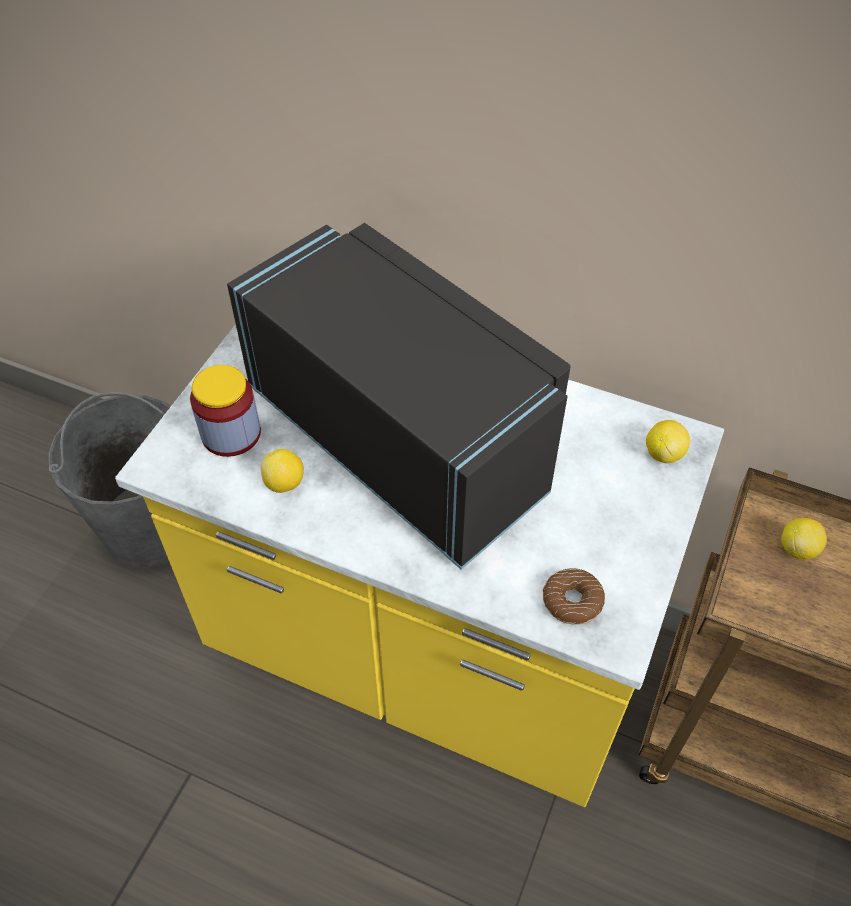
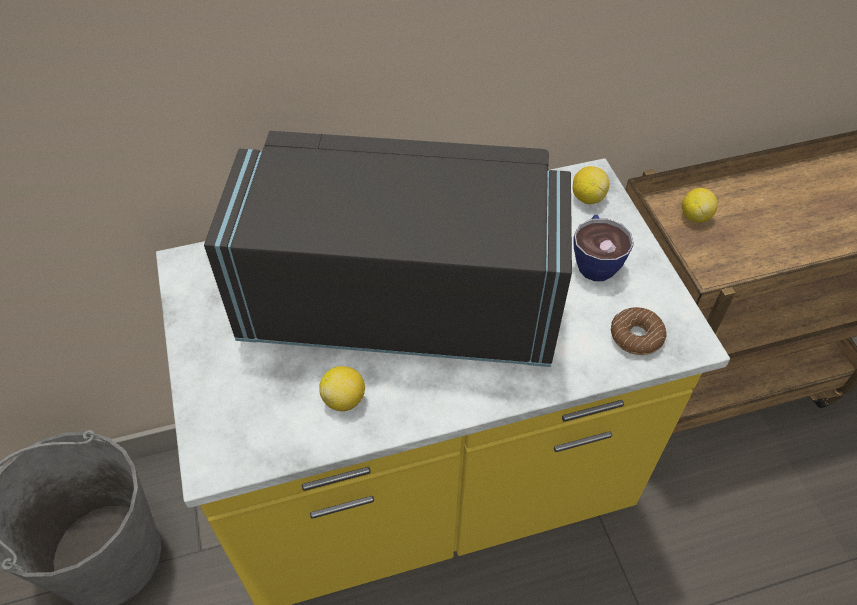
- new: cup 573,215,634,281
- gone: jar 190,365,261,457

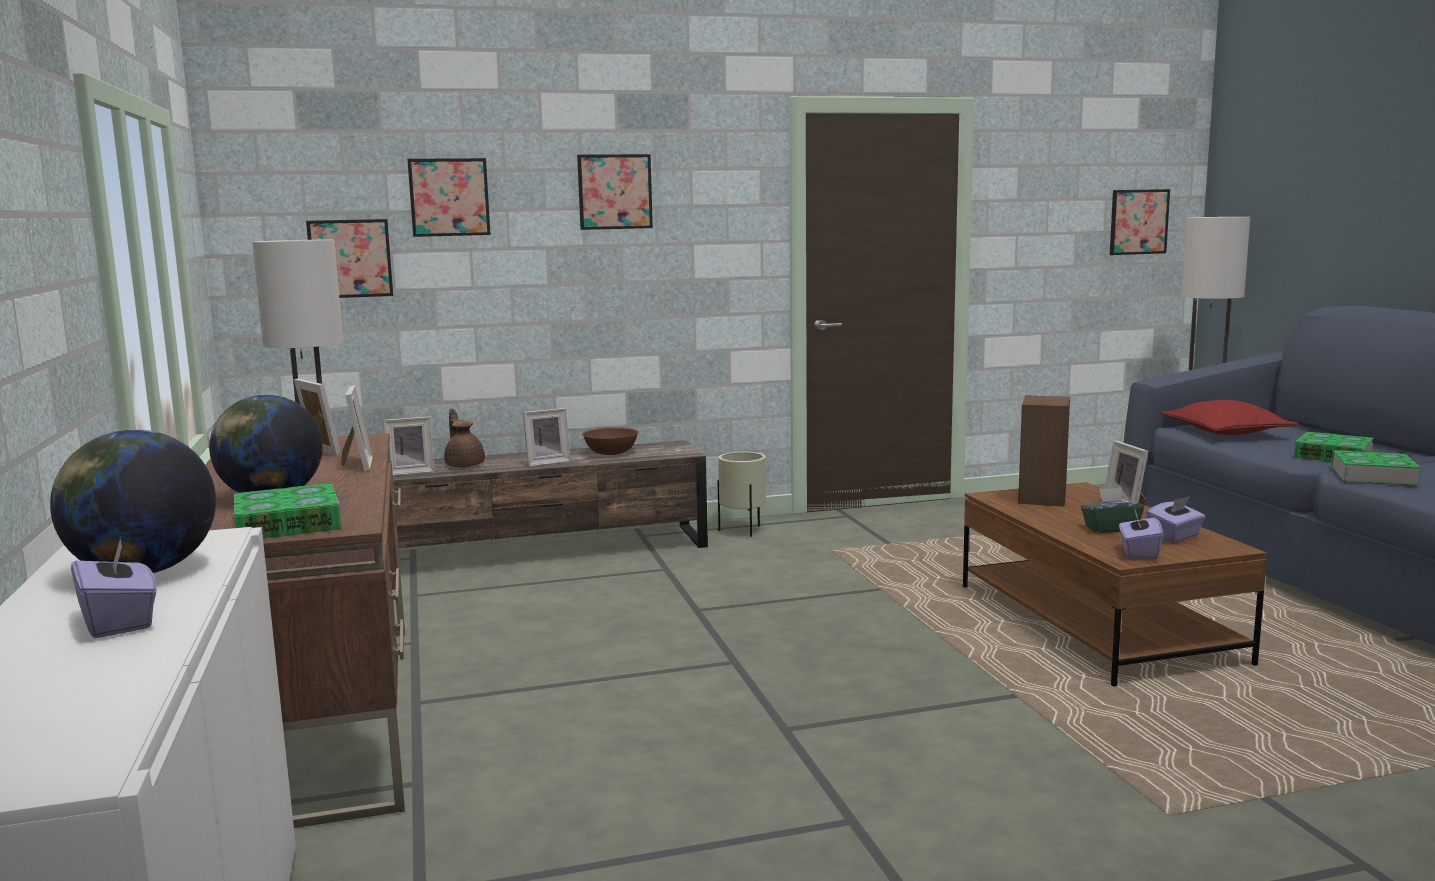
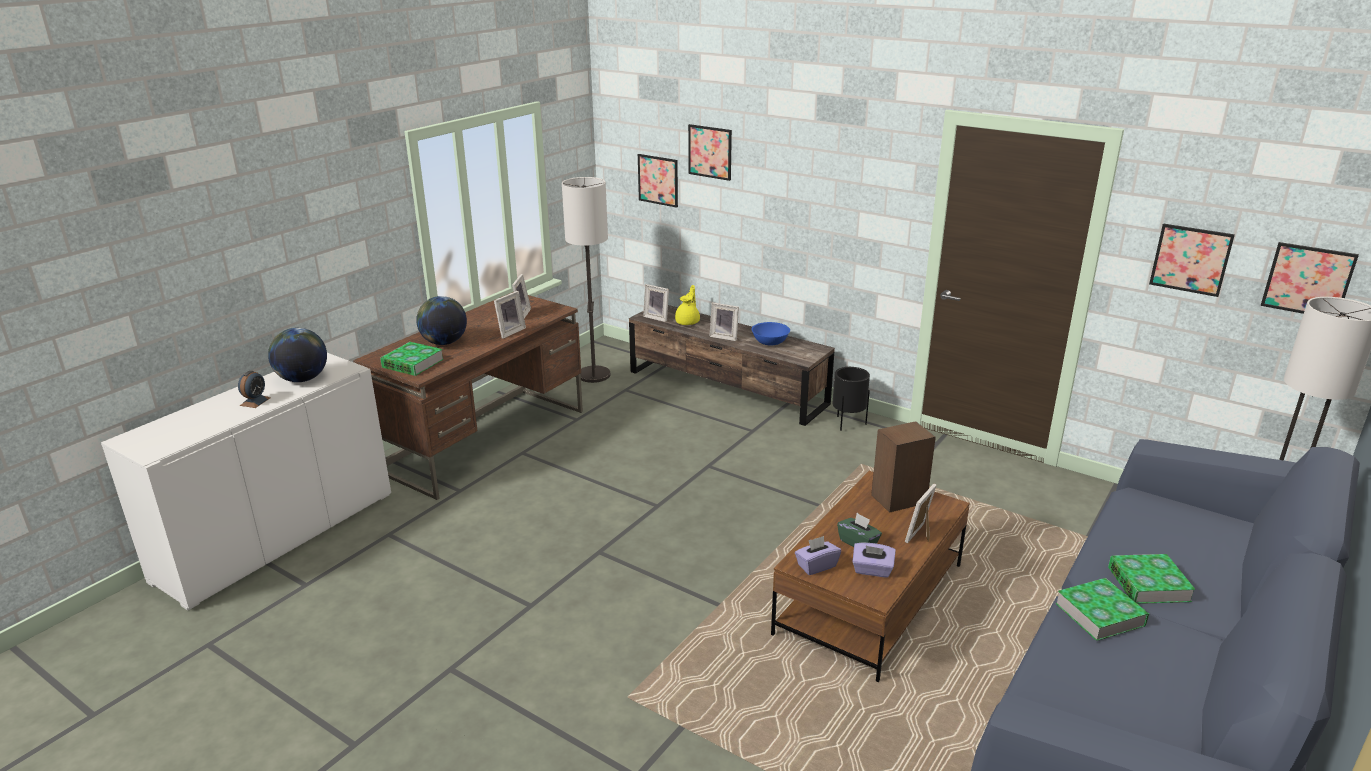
- swapped: purple tissue box 71,538,156,638 to alarm clock 238,371,271,408
- repainted: brown teapot 444,409,485,468 to yellow teapot 675,285,700,325
- repainted: brown bowl 582,427,639,455 to blue bowl 751,322,790,346
- repainted: beige planter 717,452,766,537 to black planter 833,367,870,431
- shifted: picture 577,154,653,230 to 1149,223,1235,297
- gone: red pillow 1161,400,1298,435

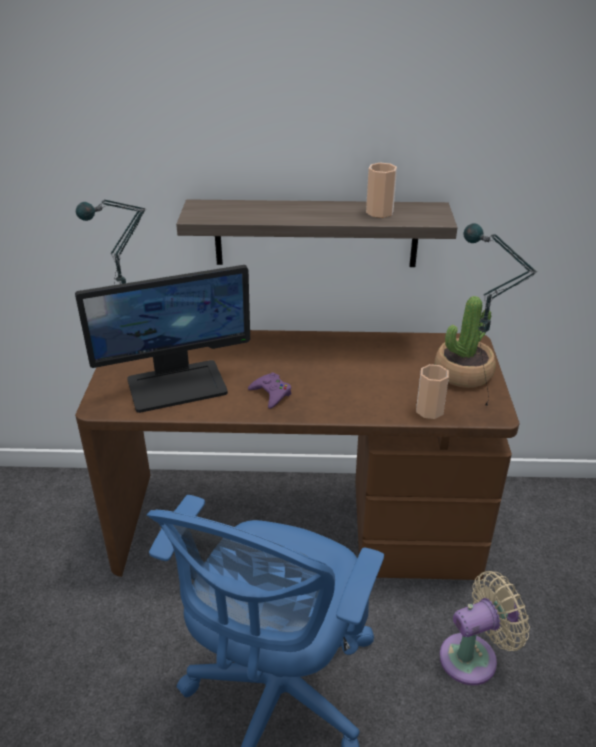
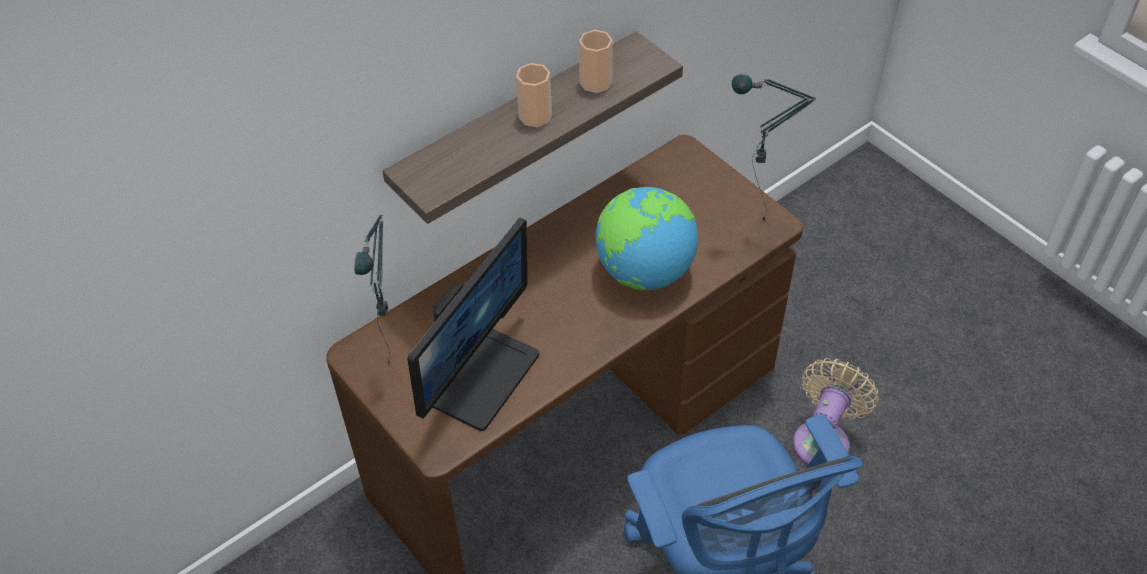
- shifted: cup 416,364,449,419 to 516,63,552,127
- new: globe 596,187,698,290
- gone: purple game controller 248,372,291,409
- gone: potted plant 435,296,496,388

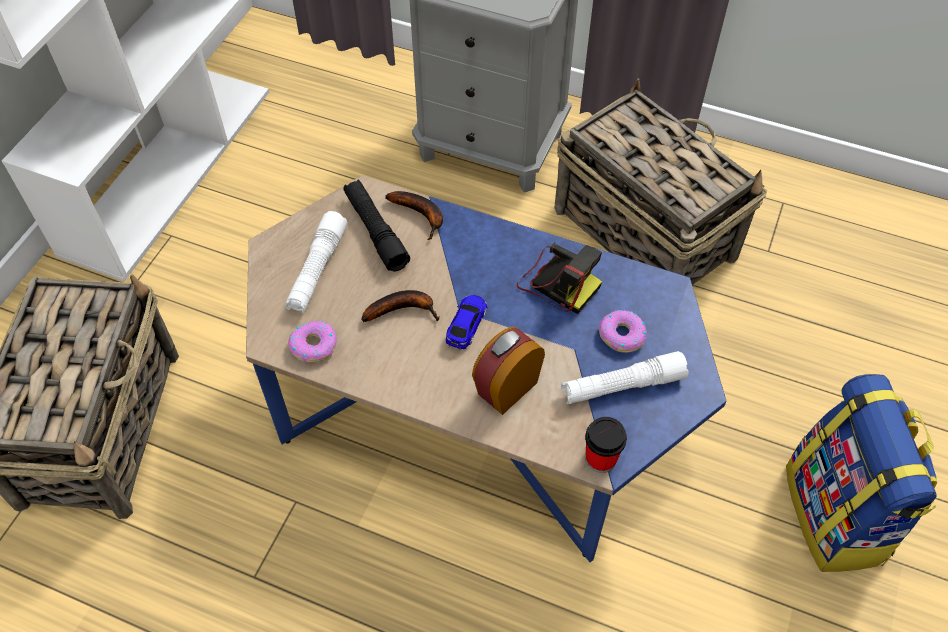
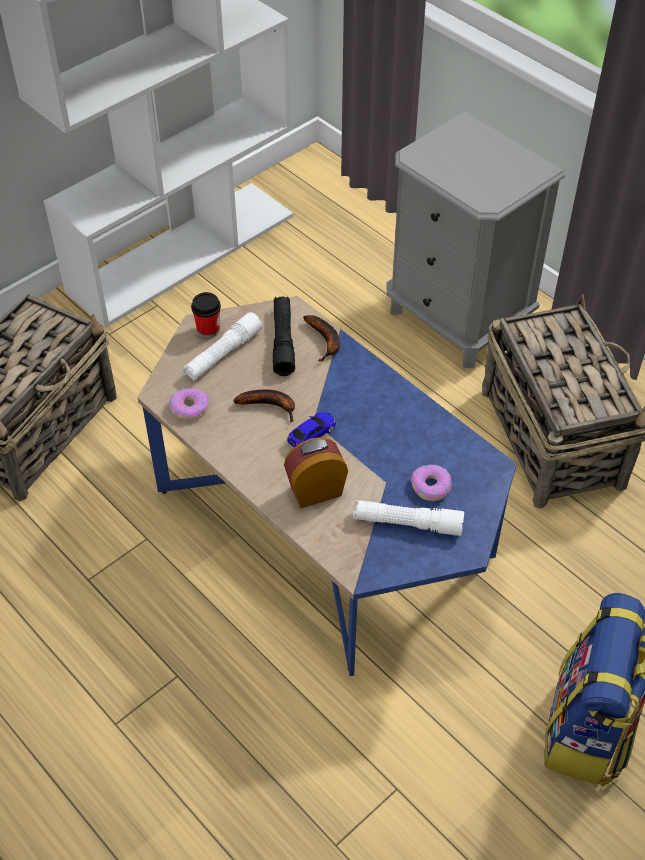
- shifted: cup 585,417,627,473 to 191,292,221,338
- gone: photo camera 517,242,602,314

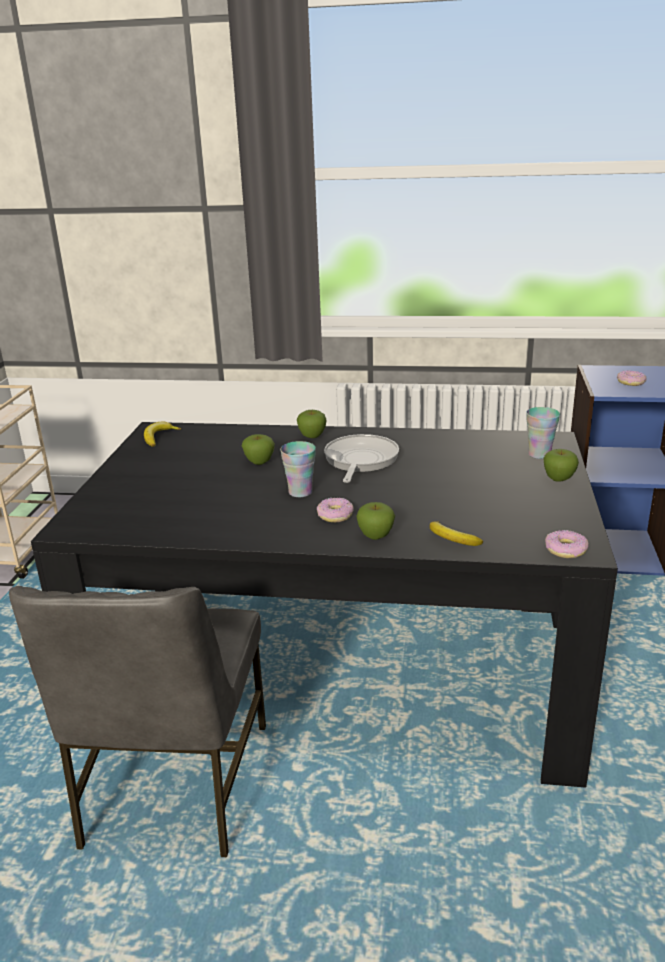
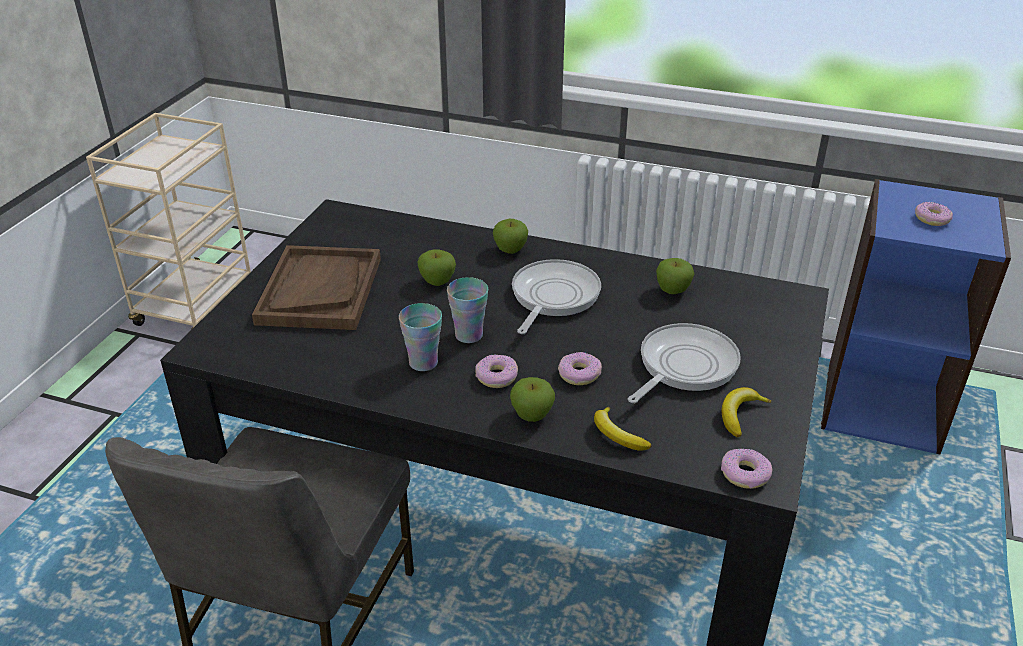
- new: brown tray 252,245,381,330
- shifted: cup 526,407,560,459 to 399,303,442,371
- new: donut 558,352,602,385
- new: frying pan 628,323,741,403
- shifted: apple 543,449,579,482 to 656,258,694,294
- shifted: banana 144,422,181,447 to 722,387,771,437

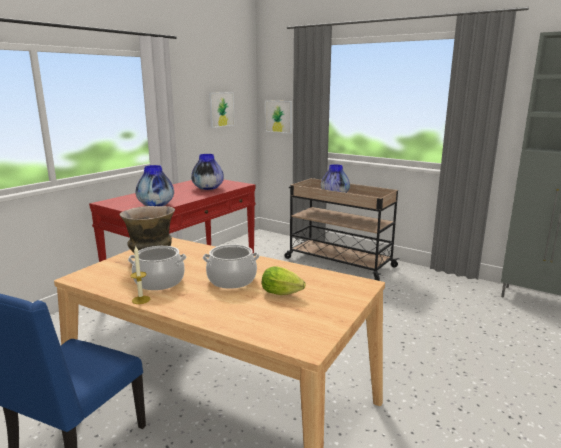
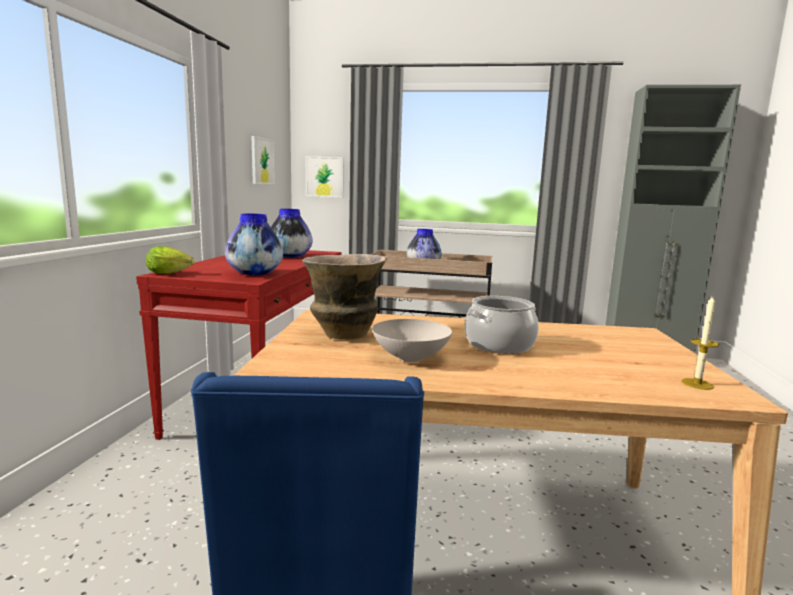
- shifted: lettuce 262,266,306,295 to 146,246,194,274
- swapped: cooking pot 128,246,186,290 to white bowl 372,319,452,362
- shifted: candle 130,245,150,304 to 681,296,719,390

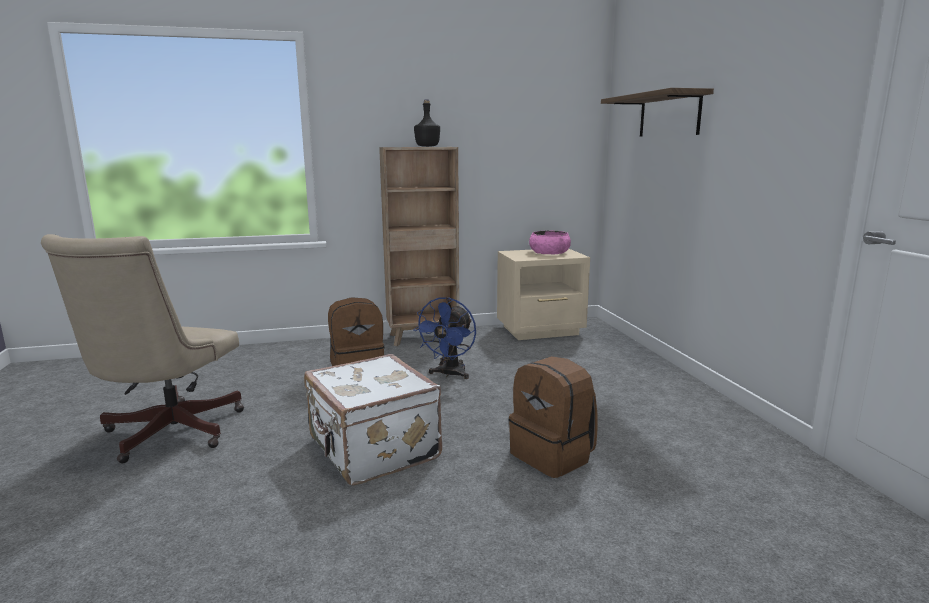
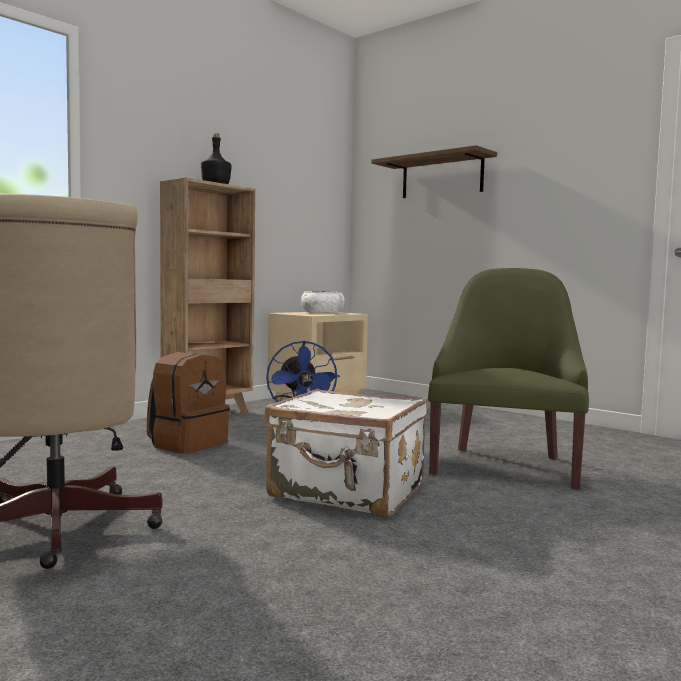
- repainted: pink bowl 529,230,571,254 to white bowl 301,291,345,313
- swapped: brown backpack 509,356,597,478 to green armchair 428,268,589,490

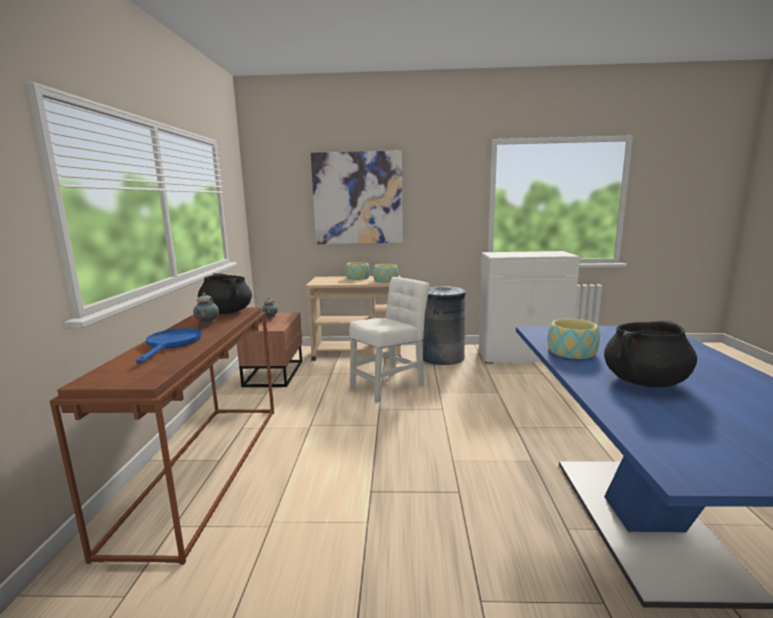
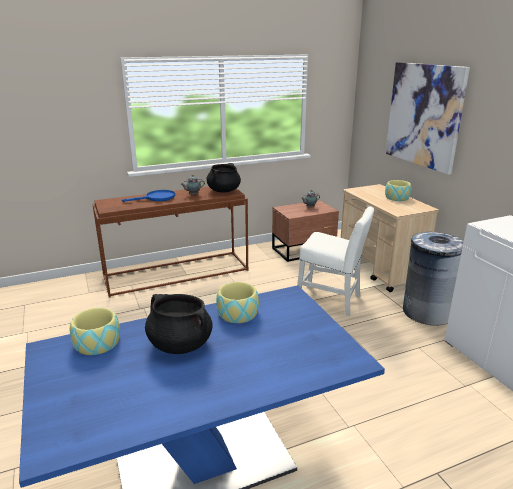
- shifted: bowl 373,264,398,283 to 70,308,120,355

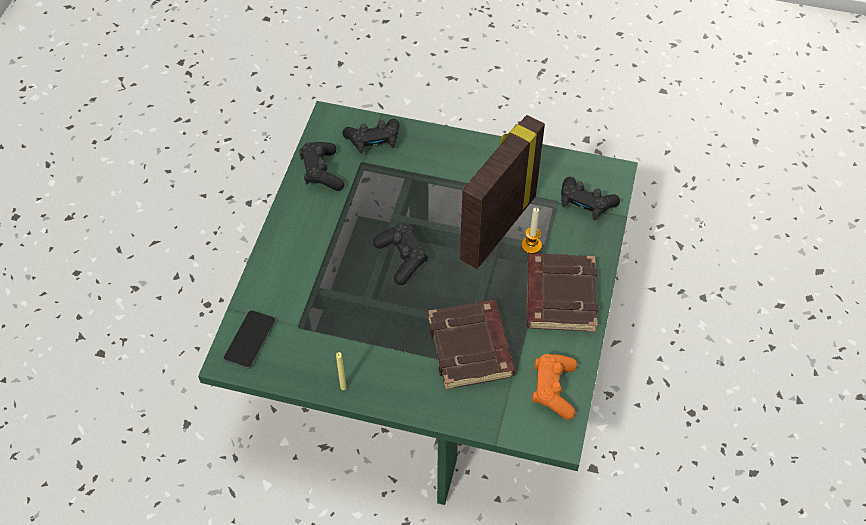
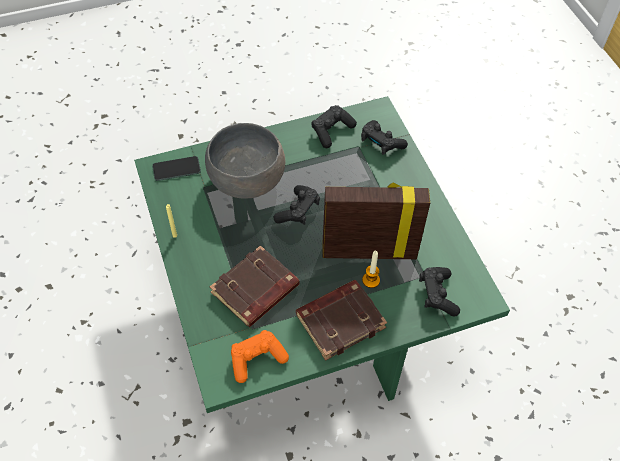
- new: grey bowl 205,123,286,198

